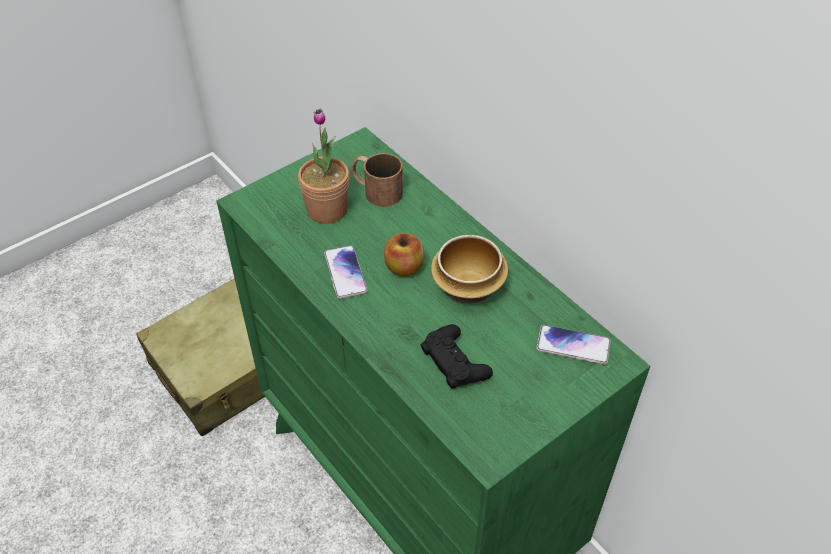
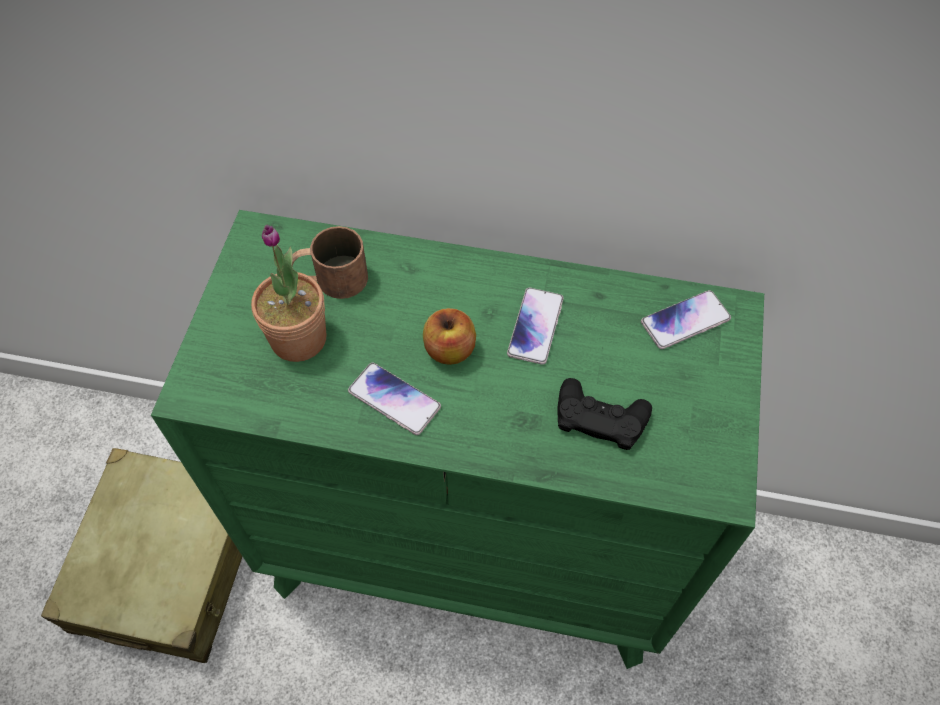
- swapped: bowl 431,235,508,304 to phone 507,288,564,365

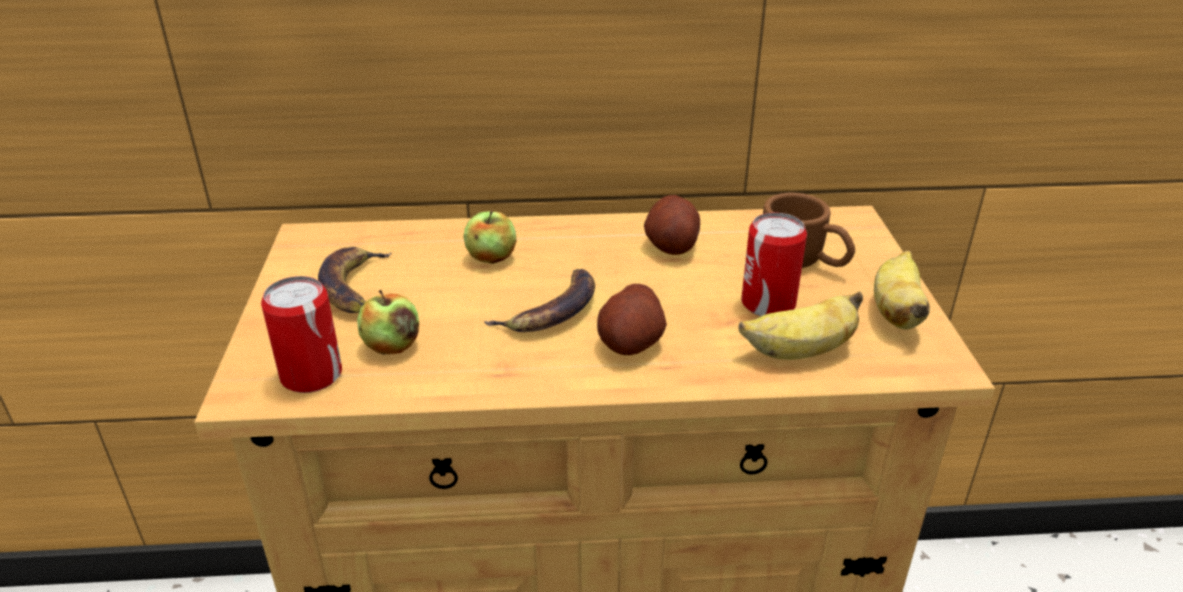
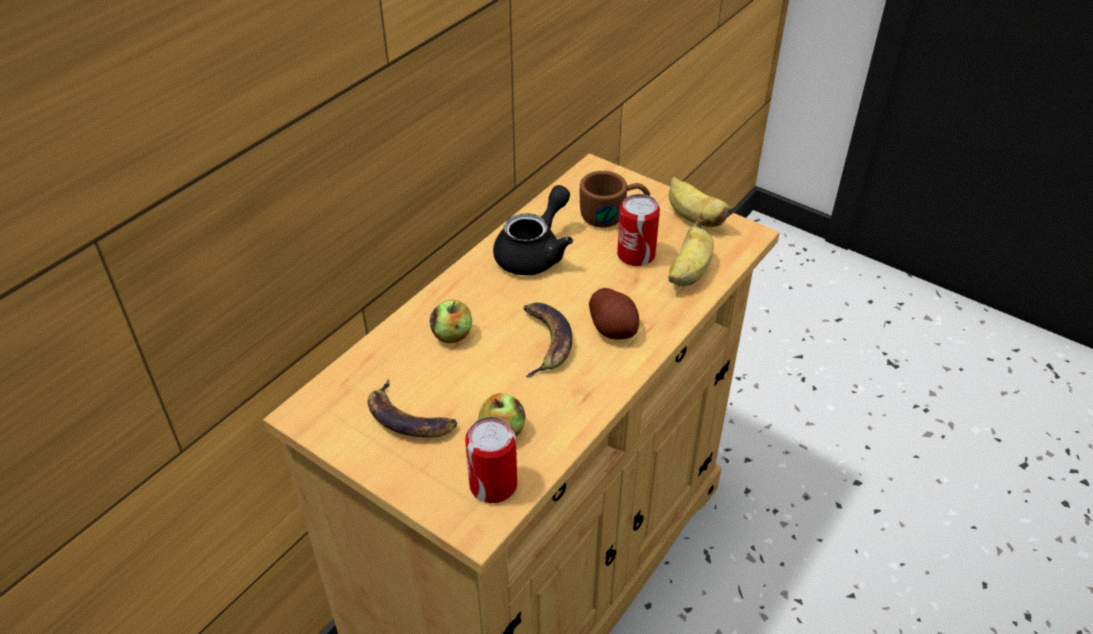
- swapped: potato 644,195,700,255 to black teapot 493,185,573,275

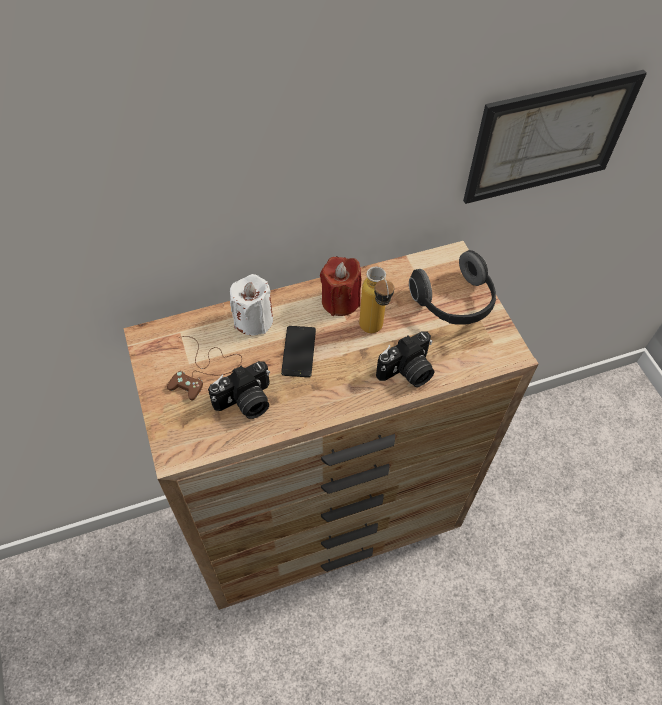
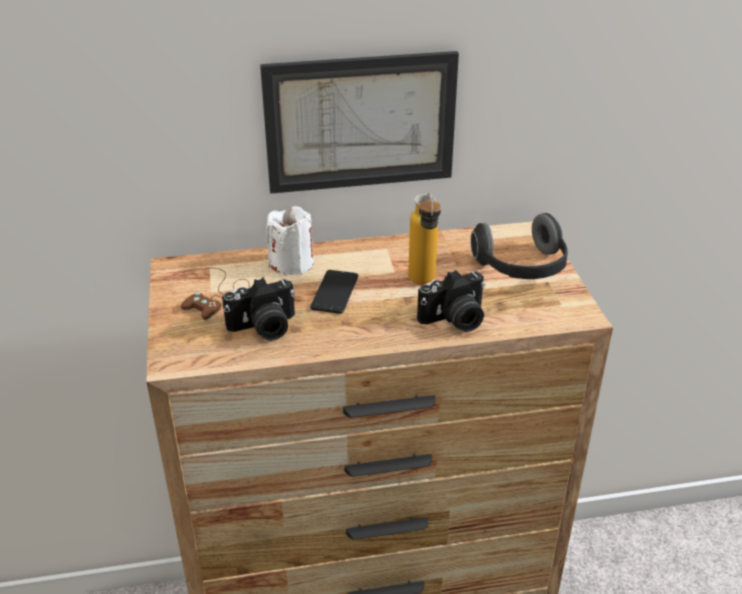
- shifted: picture 463,70,647,204 to 260,51,459,193
- gone: red candle 320,256,362,316

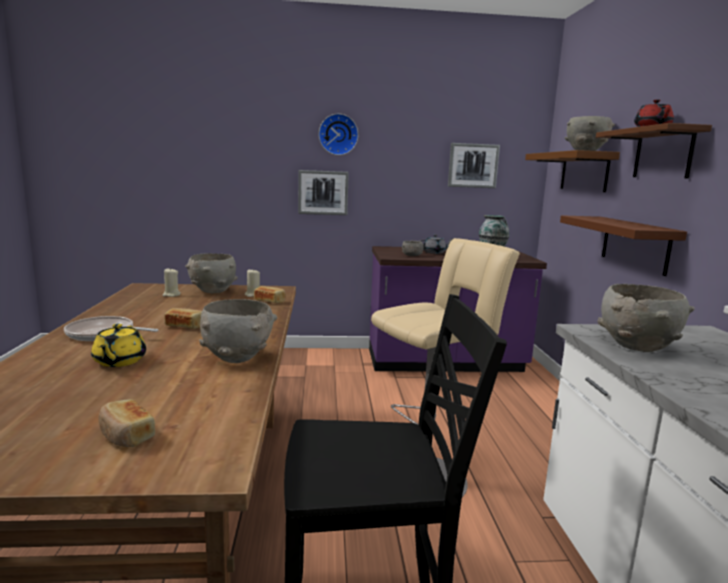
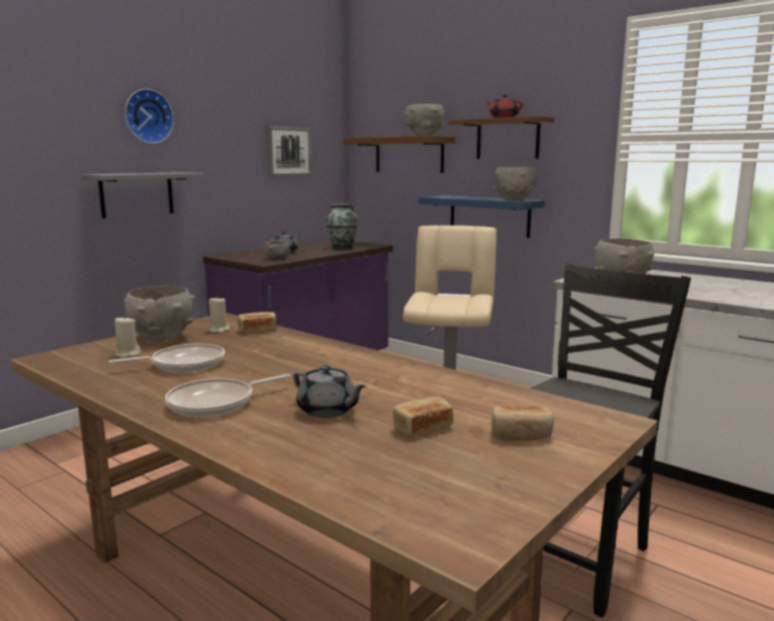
- swapped: picture 298,170,349,215 to grey shelf 81,172,204,218
- new: frying pan 108,344,225,372
- repainted: yellow teapot 91,324,146,367 to grey teapot 293,365,366,418
- shifted: bread 164,308,202,329 to 393,397,453,435
- repainted: brown shelf 560,215,687,276 to blue shelf 418,195,545,238
- shifted: grey bowl 199,299,277,363 to 493,167,540,200

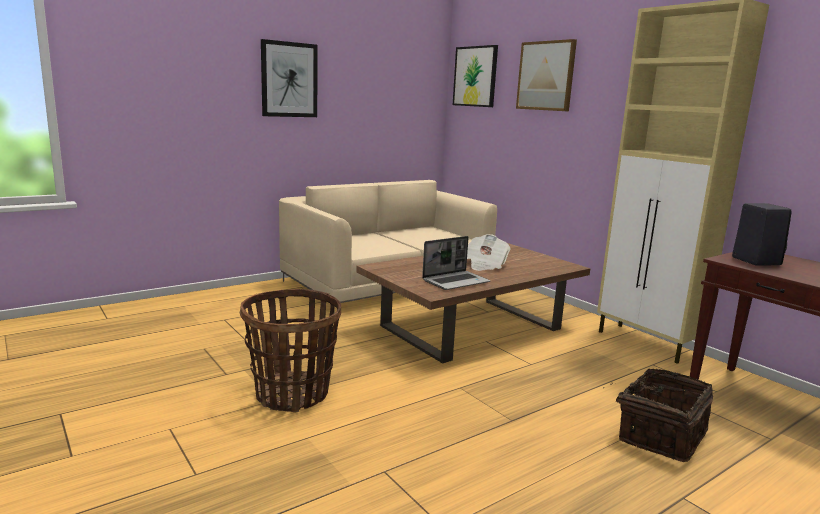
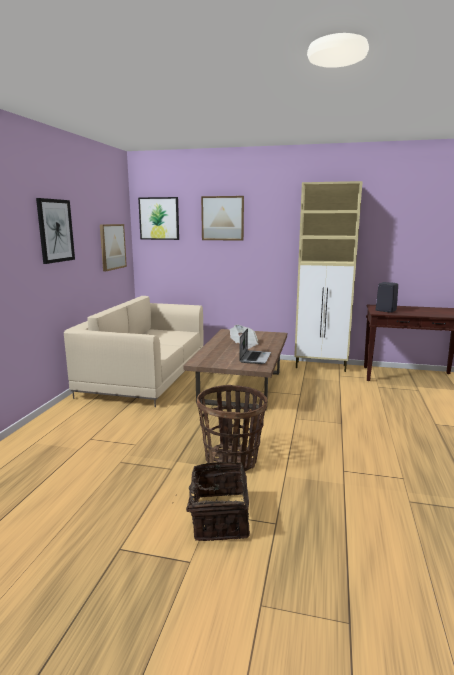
- new: picture 100,224,127,271
- shifted: basket 603,369,713,462 to 176,462,250,541

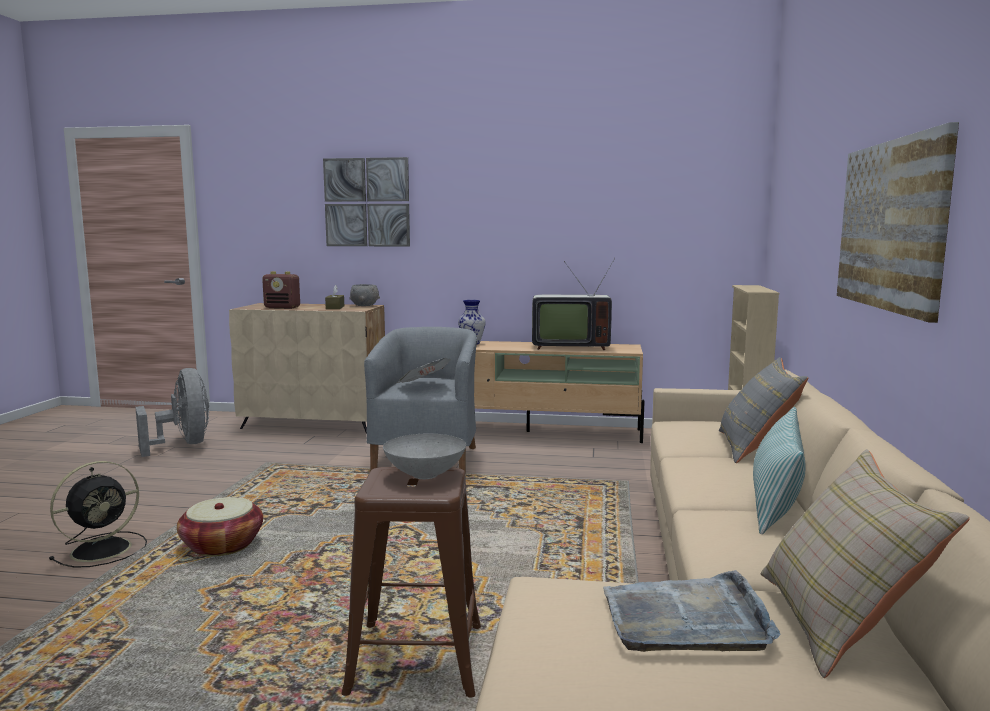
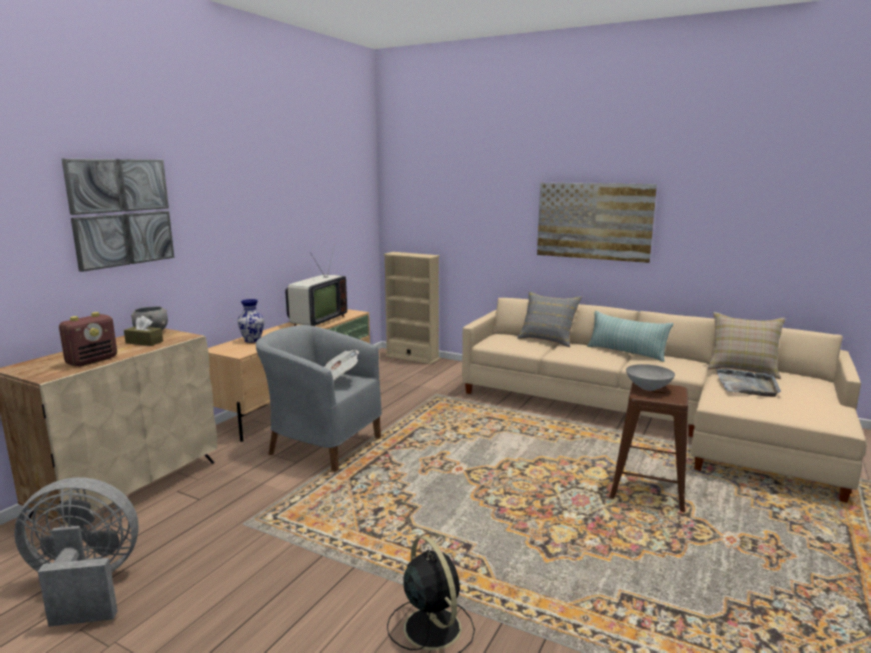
- gone: basket 177,497,263,557

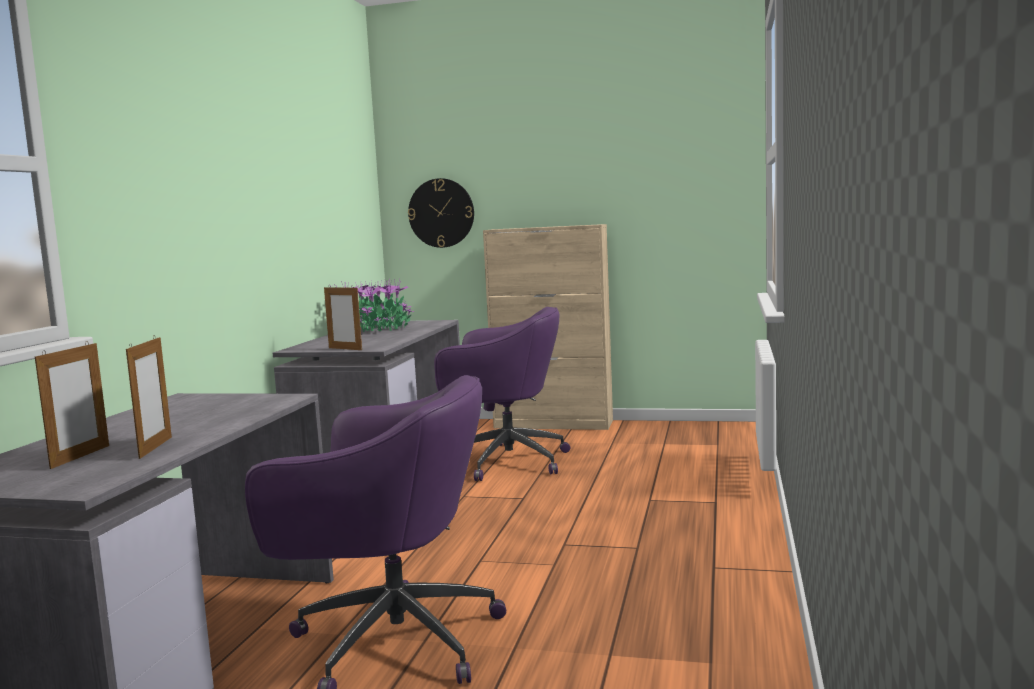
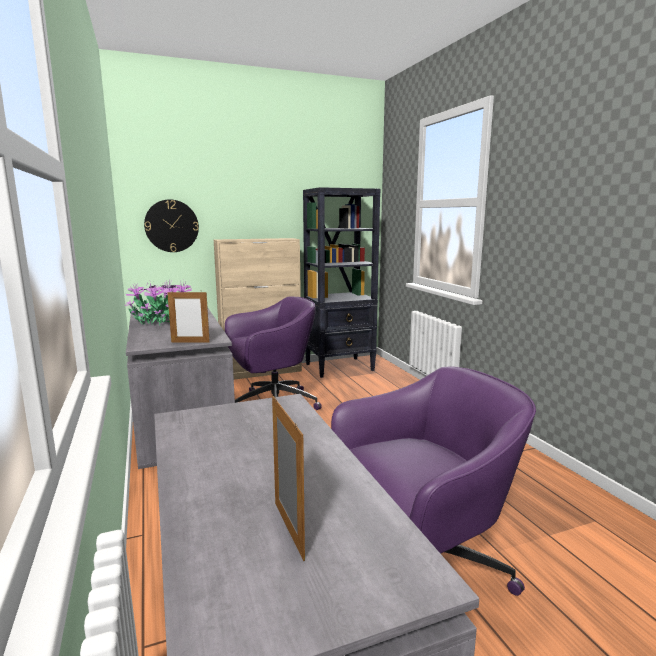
- new: black bookcase 303,187,381,378
- gone: picture frame 126,335,172,459

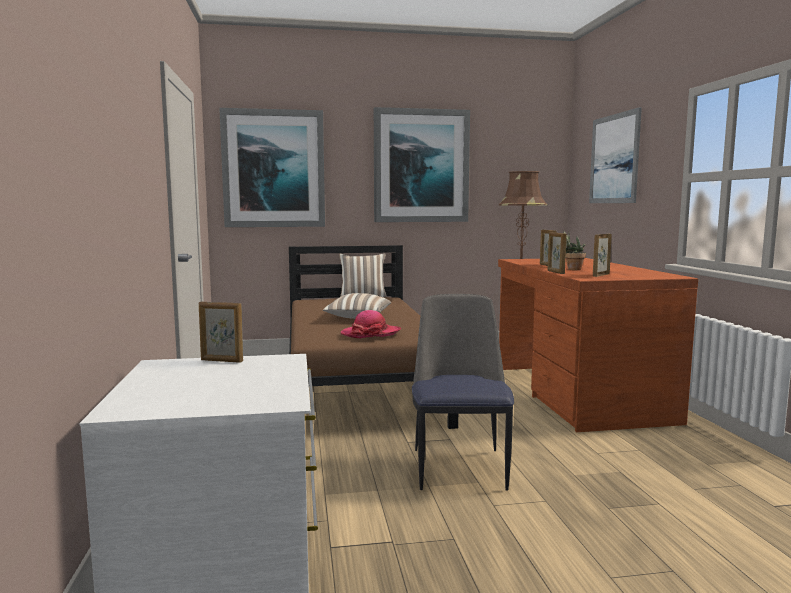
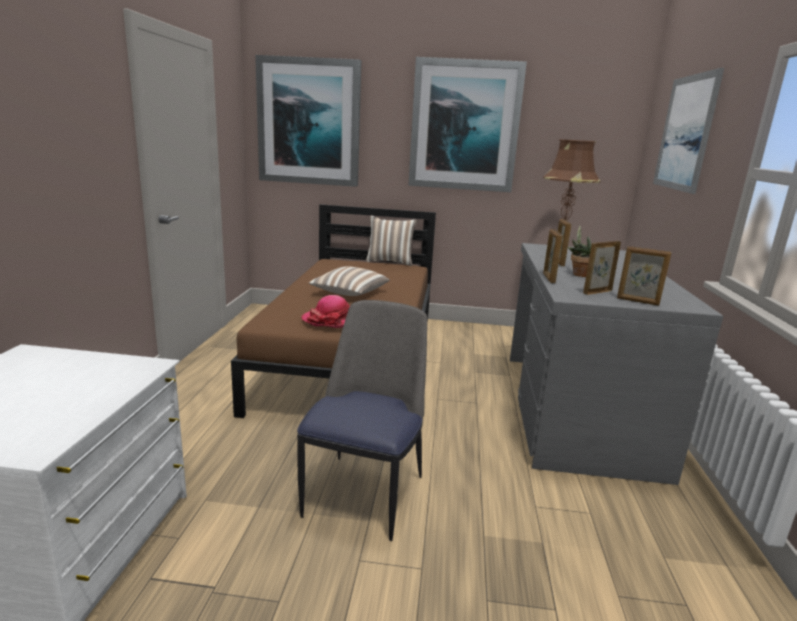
- repainted: brown desk 498,258,698,432 to grey desk 510,243,723,485
- shifted: picture frame 199,302,243,363 to 617,246,672,306

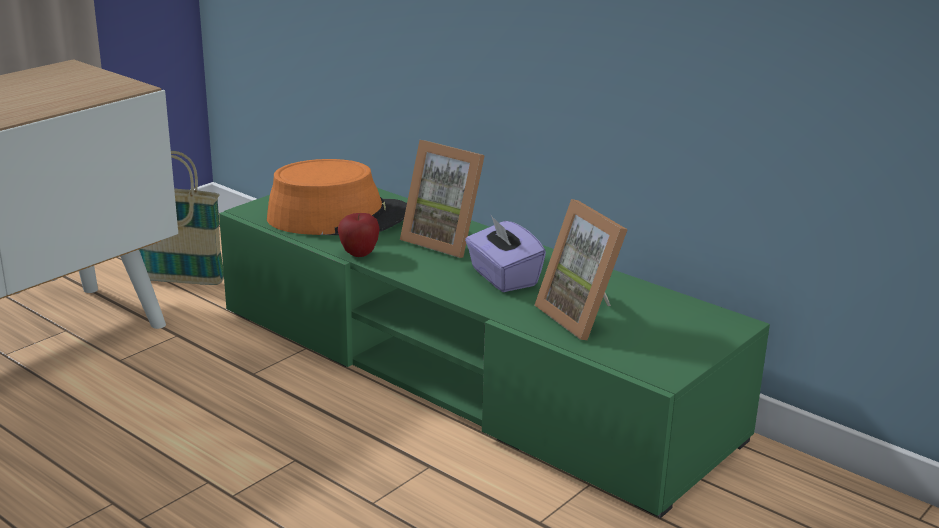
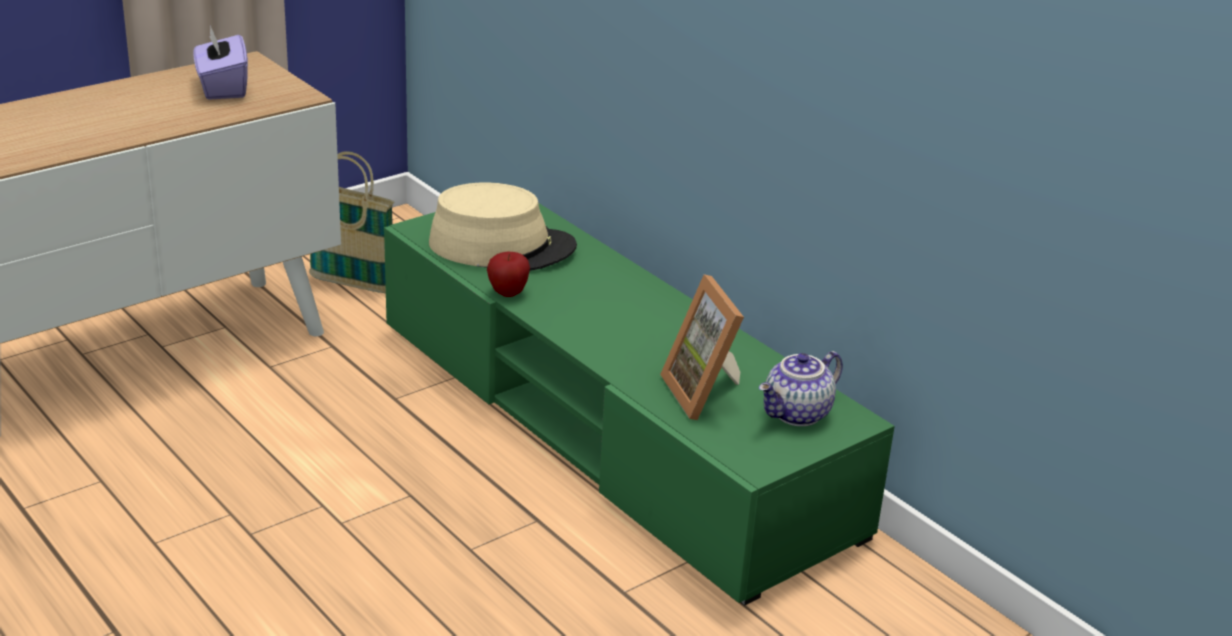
- shifted: purple tissue box 465,216,546,292 to 193,26,248,100
- repainted: orange hat 267,159,407,235 to beige hat 429,182,577,271
- new: teapot 759,351,843,426
- gone: picture frame 400,140,485,258

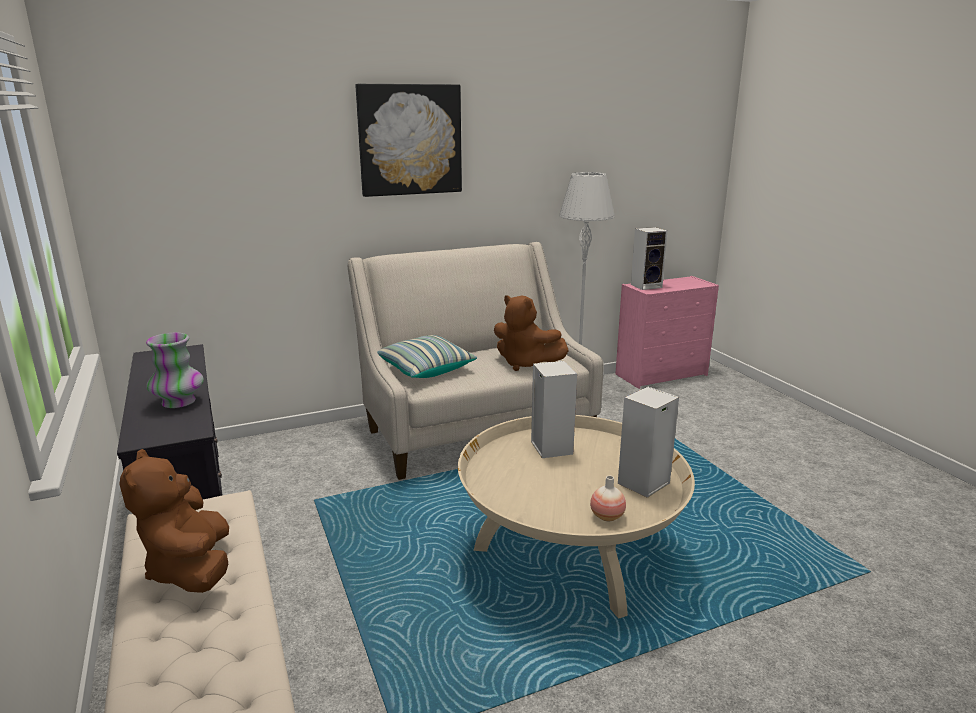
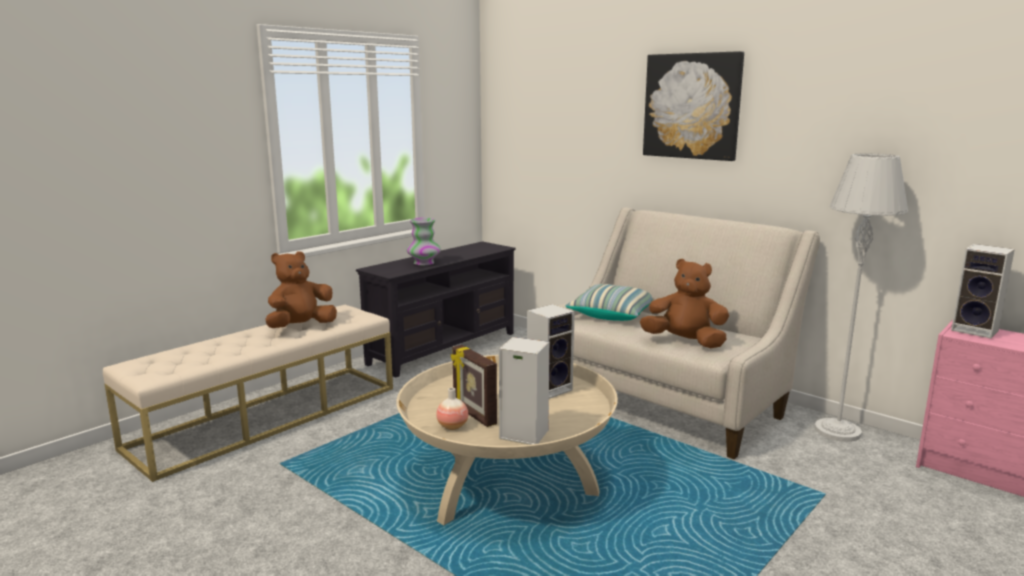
- new: picture frame 451,345,497,427
- rotated: brown plush toy 494,295,569,371 = 640,259,729,348 105 degrees clockwise

